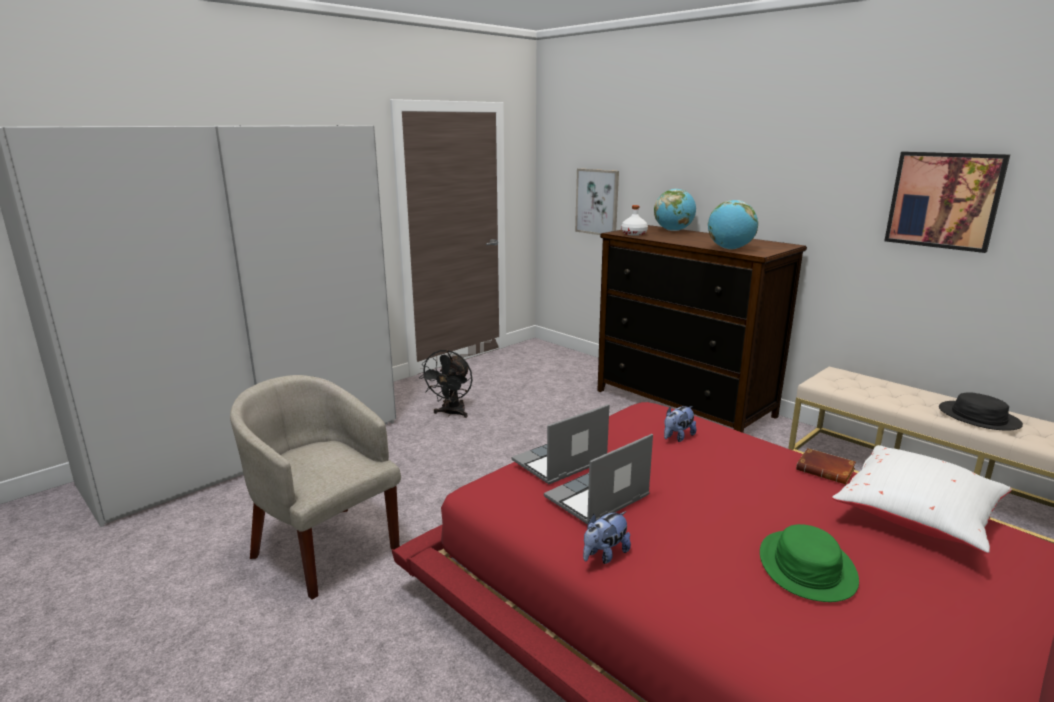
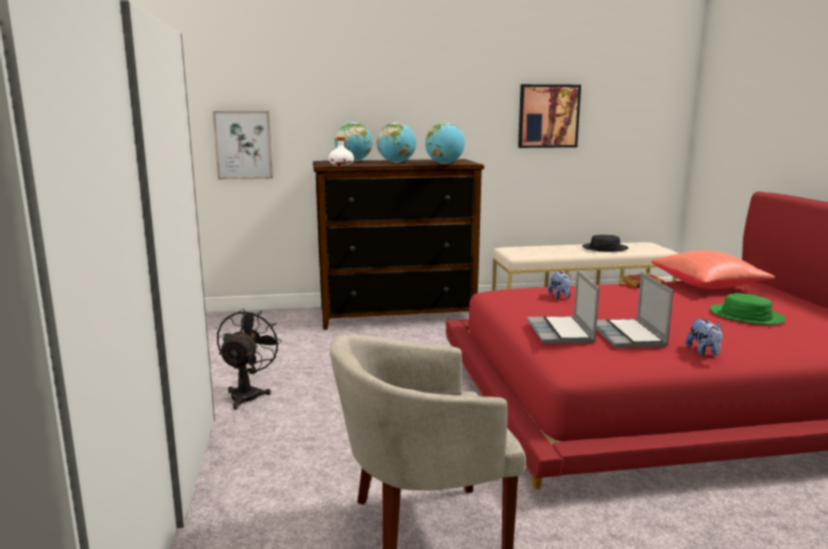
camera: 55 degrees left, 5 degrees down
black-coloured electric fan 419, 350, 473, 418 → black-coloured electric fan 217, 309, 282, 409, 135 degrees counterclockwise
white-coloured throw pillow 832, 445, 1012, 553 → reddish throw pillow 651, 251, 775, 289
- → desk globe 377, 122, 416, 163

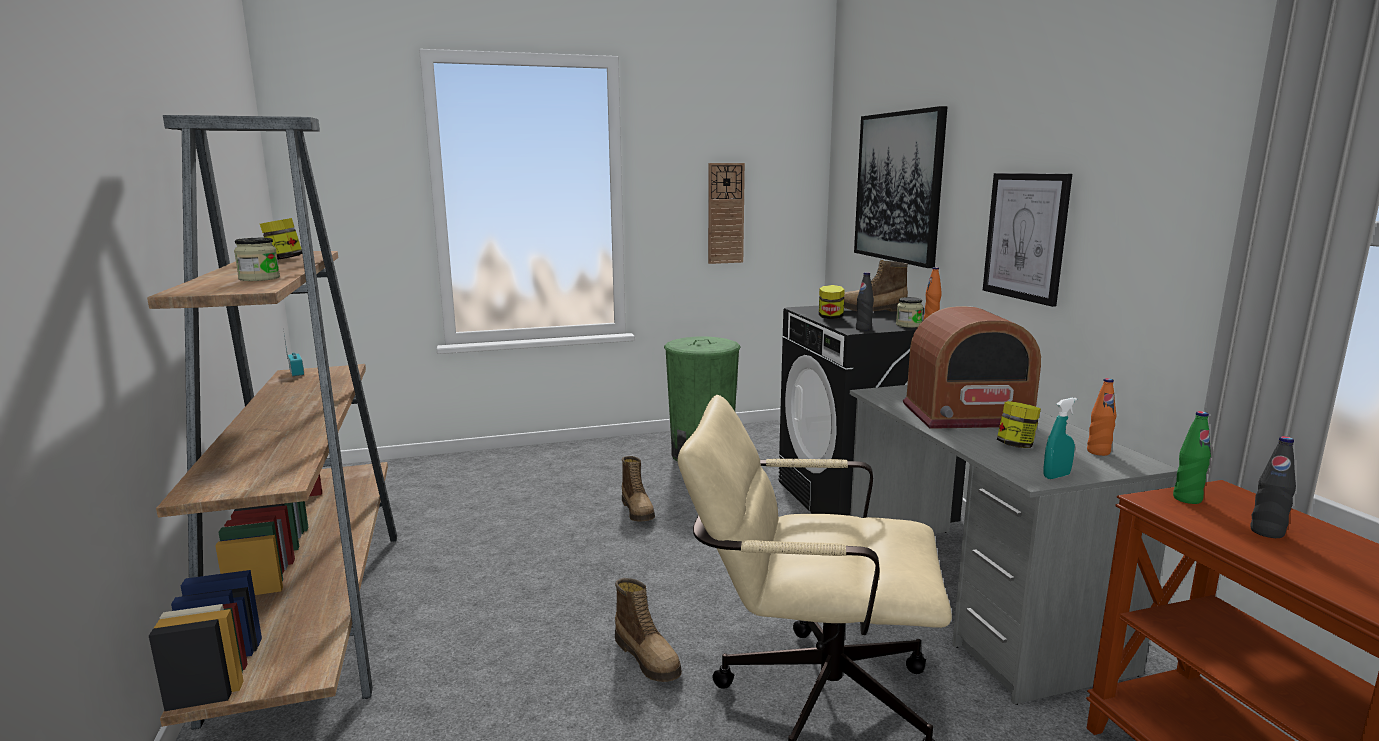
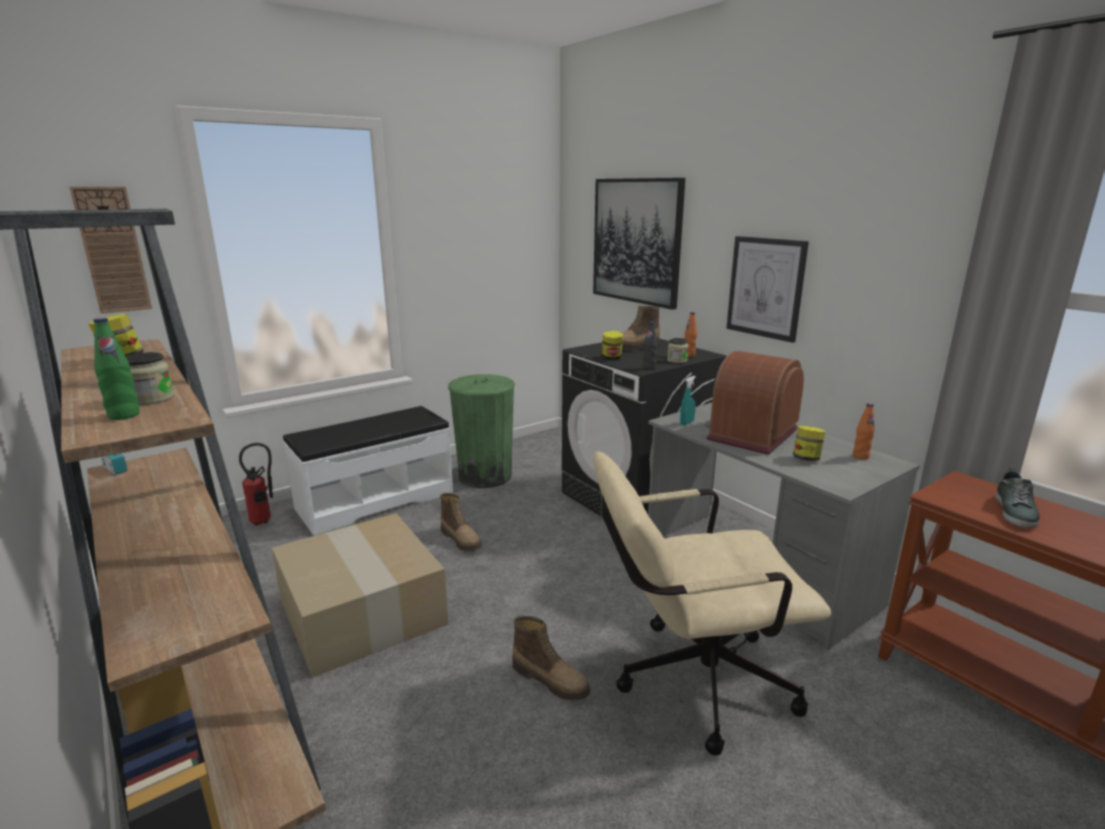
camera: 20 degrees left, 5 degrees up
clock on the wall 708, 163, 745, 264 → clock on the wall 69, 186, 152, 314, move
radio 903, 306, 1041, 429 → radio 705, 351, 804, 455, 150 degrees clockwise
blue-green hand sprayer 1043, 398, 1077, 479 → blue-green hand sprayer 680, 376, 696, 425, move
greenish beverage bottle 1173, 411, 1211, 504 → greenish beverage bottle 93, 318, 140, 420, move
black-coloured beverage bottle 1250, 436, 1296, 538 → low shoe 995, 467, 1040, 528
- → fire-fighting cylinder 239, 443, 273, 526
- → carton 272, 513, 448, 678
- → white-coloured long seat 283, 406, 453, 536

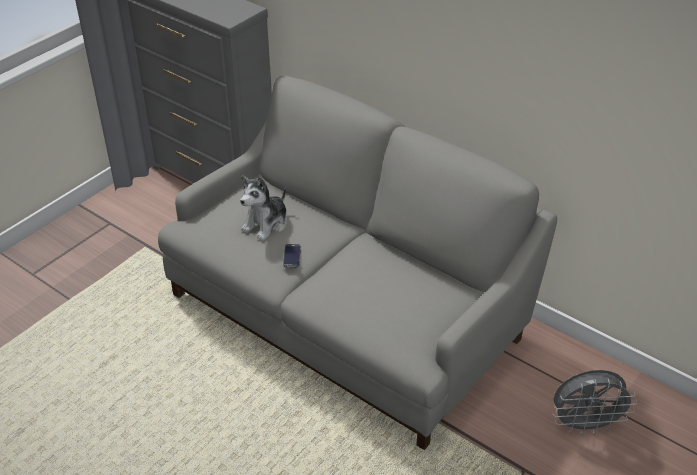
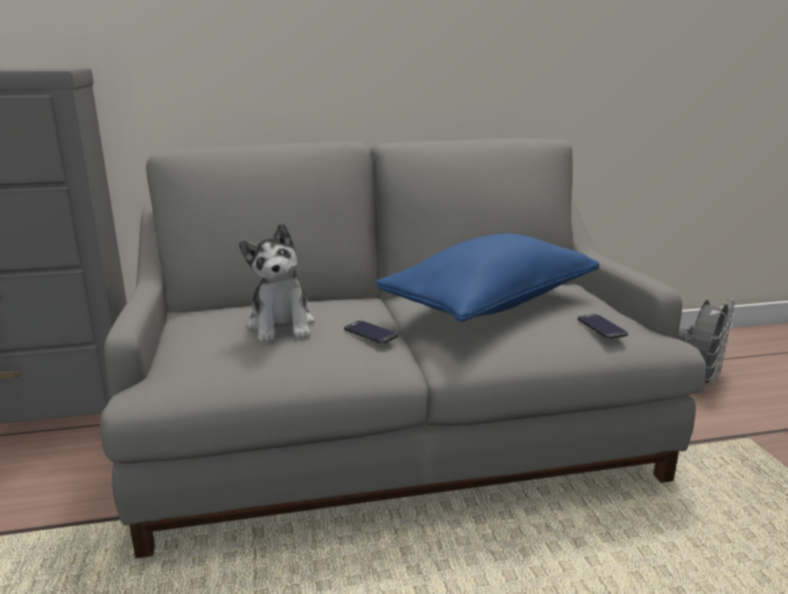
camera: 50 degrees left, 20 degrees down
- → bluish throw pillow 376, 234, 599, 322
- → telephone 578, 314, 628, 339

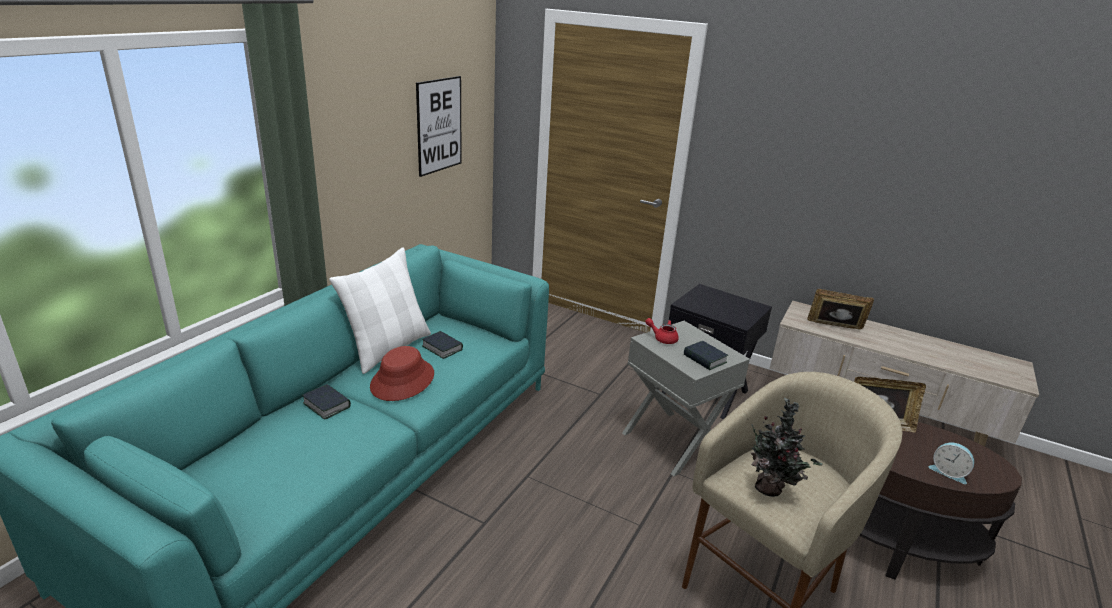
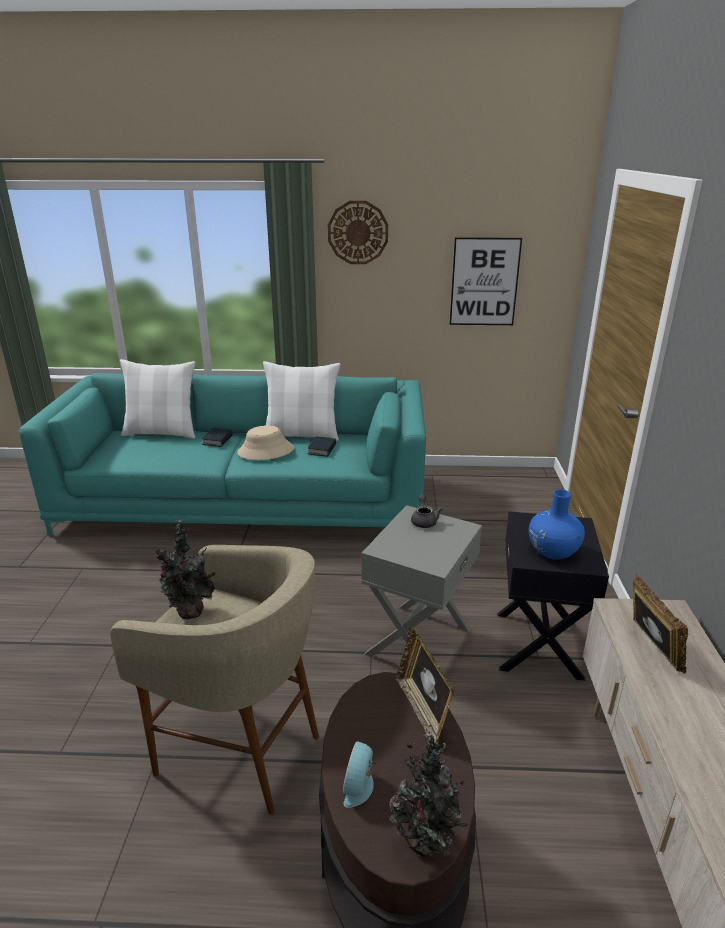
camera: 65 degrees right, 0 degrees up
reddish clothing hat 370, 346, 434, 401 → beige-coloured clothing hat 237, 425, 294, 460
reddish pot for tea 645, 318, 679, 344 → grey pot for tea 411, 494, 443, 528
bound book 684, 341, 728, 370 → -
- → white-coloured throw pillow 120, 359, 196, 439
- → clock on the wall 328, 201, 388, 264
- → potted plant 389, 731, 468, 857
- → bluish vase 529, 489, 585, 560

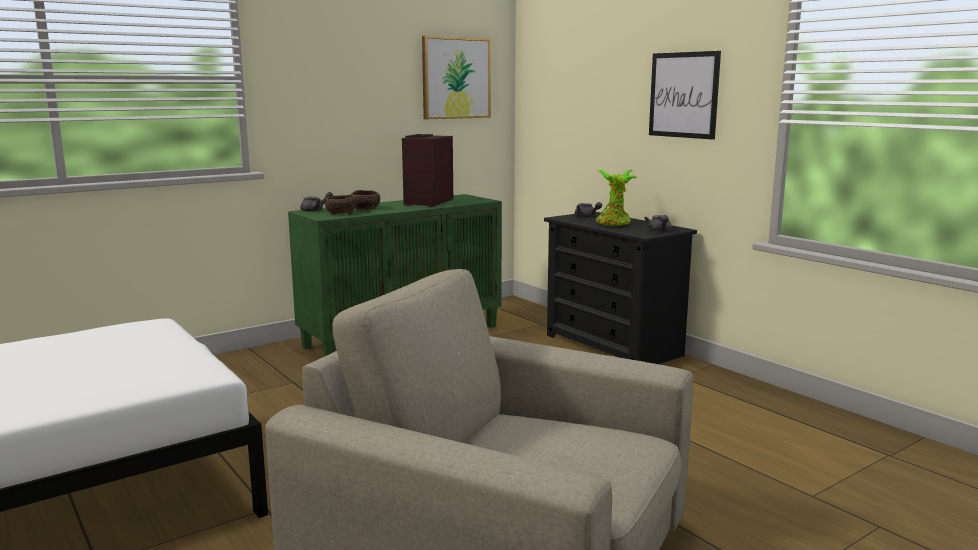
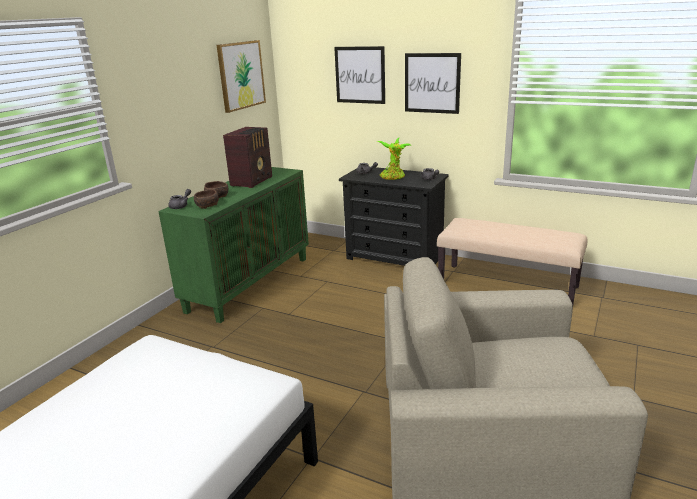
camera: 25 degrees left, 10 degrees up
radio 402, 134, 453, 207 → radio 223, 127, 272, 188, 150 degrees counterclockwise
- → wall picture 334, 46, 385, 104
- → beige-coloured long seat 437, 218, 588, 304

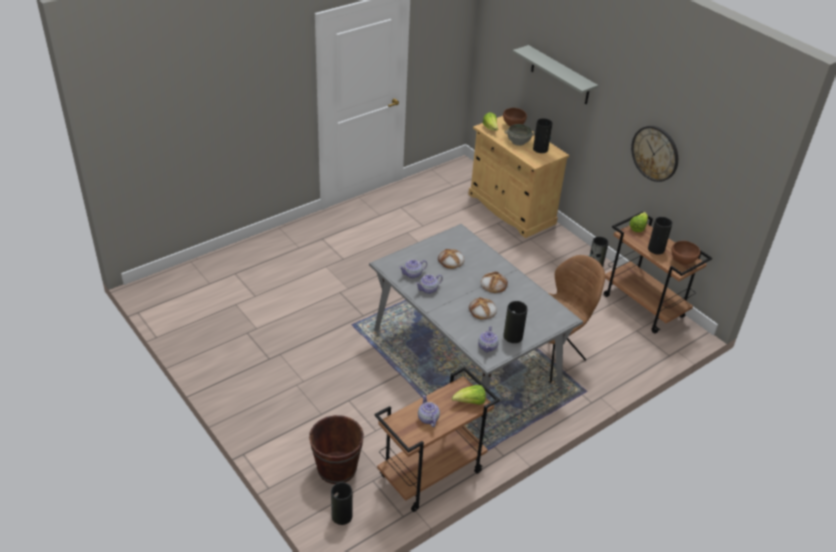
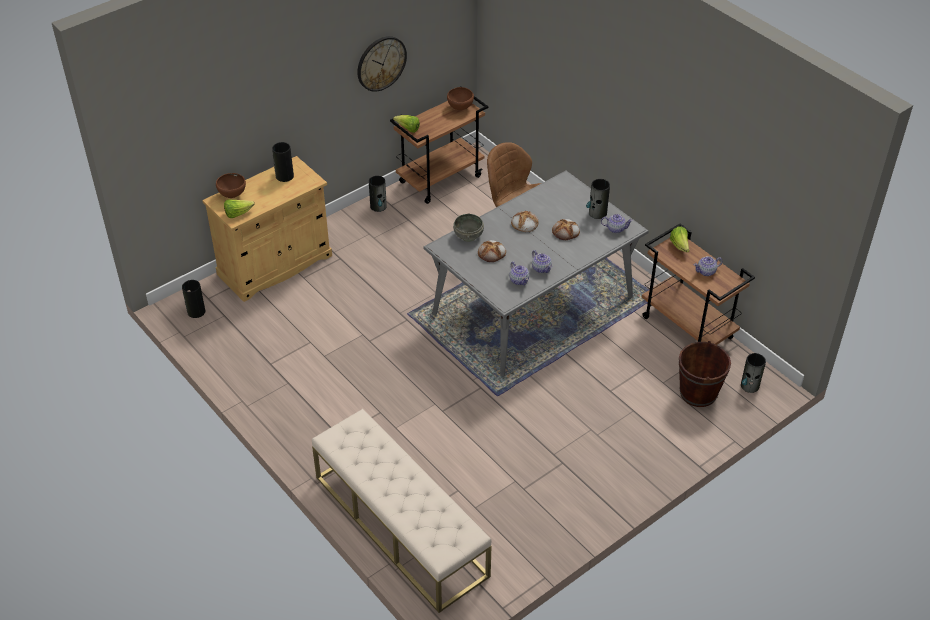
camera: 90 degrees left, 5 degrees up
grey bowl 505, 124, 535, 146 → grey bowl 453, 213, 484, 242, move
grey wall shelf 513, 45, 598, 105 → -
vase 648, 217, 673, 254 → vase 182, 280, 205, 318, move
- → beige-coloured long seat 312, 409, 492, 613

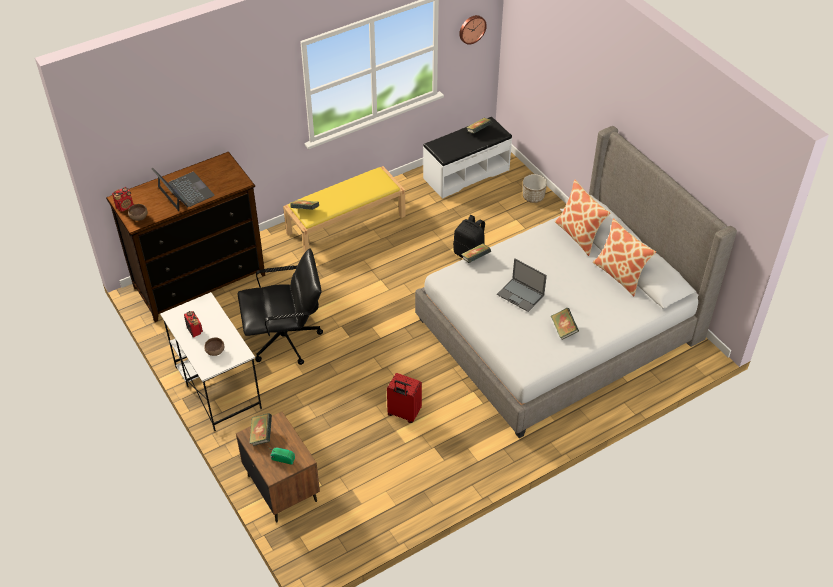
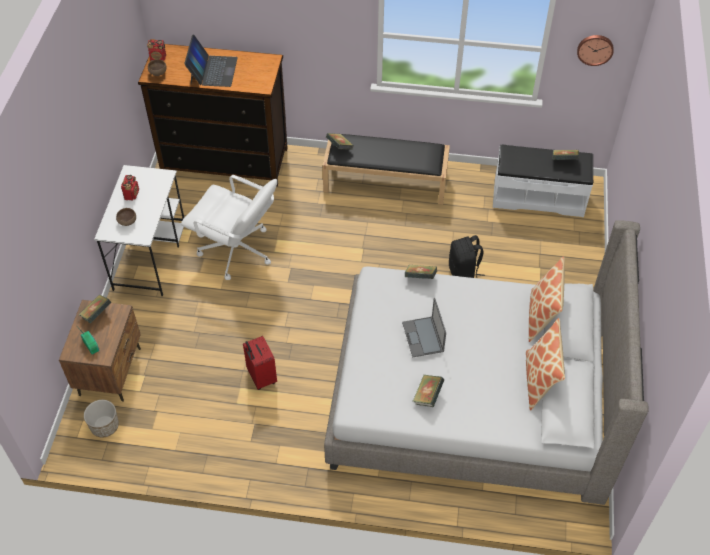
camera: 40 degrees right, 5 degrees up
black-coloured office chair 238, 248, 323, 365 → white-coloured office chair 181, 175, 277, 280
yellowish long seat 283, 166, 405, 253 → black-coloured long seat 322, 134, 450, 205
plant pot 523, 174, 547, 203 → plant pot 84, 400, 119, 438, move

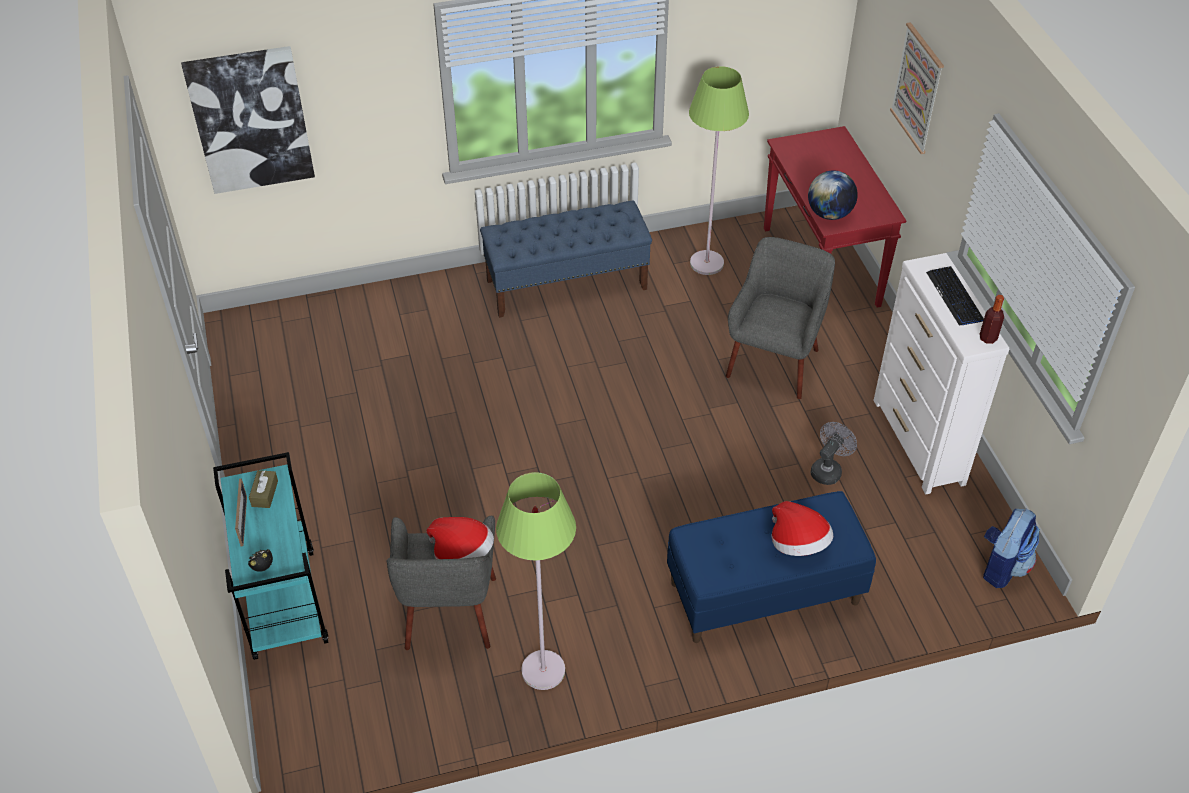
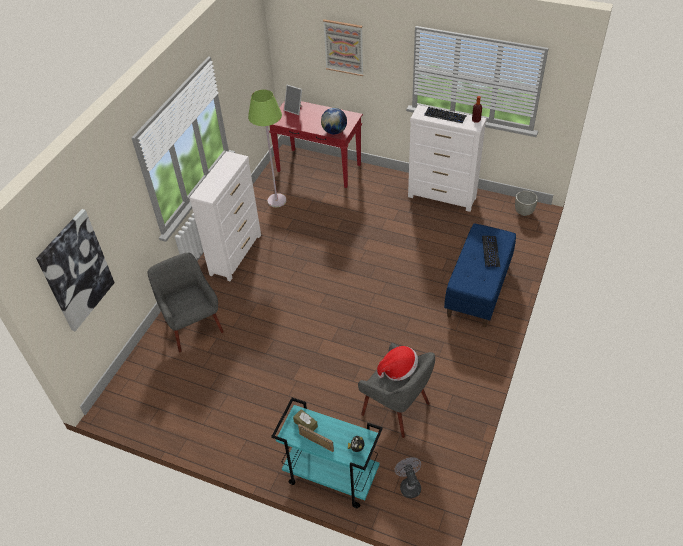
camera: 50 degrees left, 0 degrees up
bluish long seat 480, 201, 652, 318 → white-coloured drawer chest 189, 151, 261, 281
greenish standing lamp 496, 472, 576, 690 → -
grey easy chair 726, 237, 835, 399 → grey easy chair 147, 253, 224, 353, move
clothing hat 772, 501, 833, 556 → computer keyboard 482, 236, 500, 267
grey electric fan 811, 422, 857, 485 → grey electric fan 394, 457, 421, 498, move
knapsack 983, 508, 1040, 588 → grey plant pot 515, 191, 538, 216
- → picture frame 284, 85, 302, 115

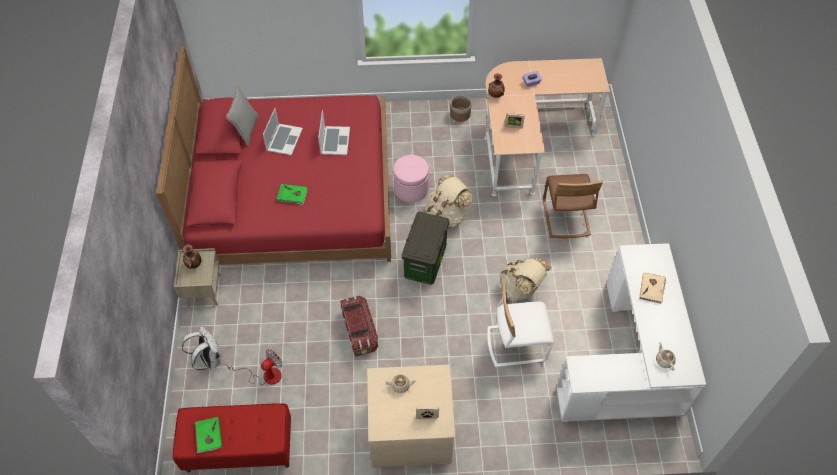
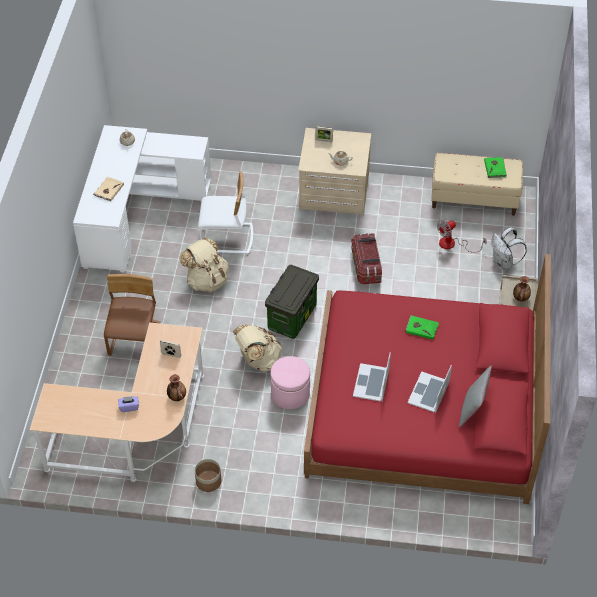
camera: 170 degrees left, 5 degrees down
reddish long seat 173, 403, 291, 472 → beige-coloured long seat 431, 153, 523, 216

